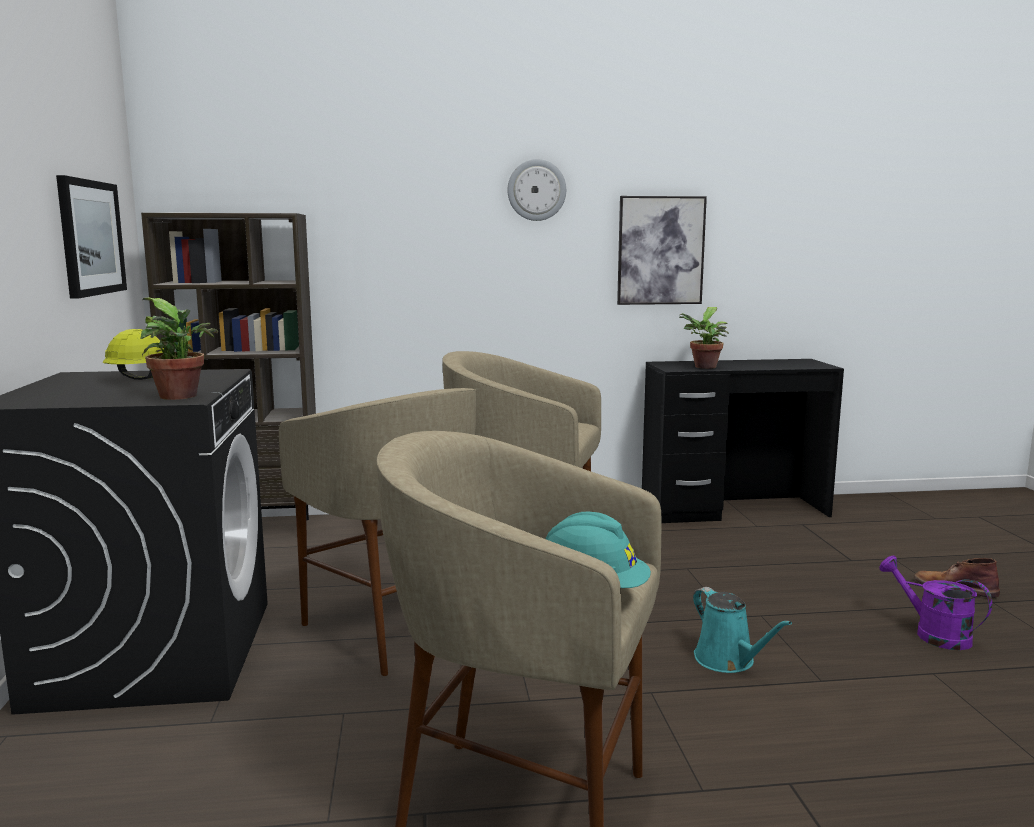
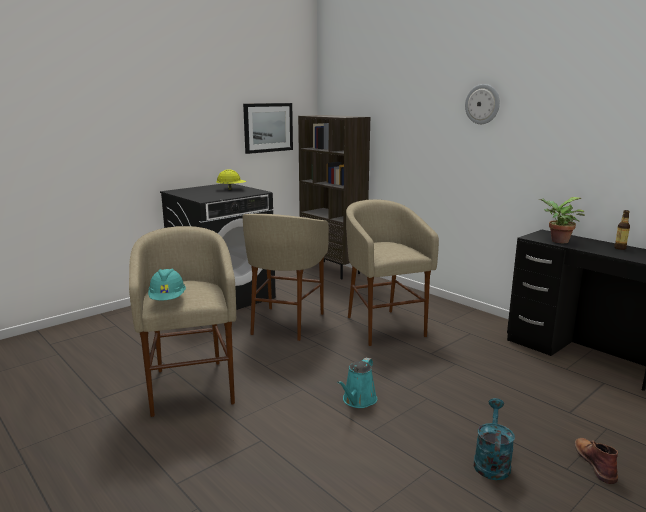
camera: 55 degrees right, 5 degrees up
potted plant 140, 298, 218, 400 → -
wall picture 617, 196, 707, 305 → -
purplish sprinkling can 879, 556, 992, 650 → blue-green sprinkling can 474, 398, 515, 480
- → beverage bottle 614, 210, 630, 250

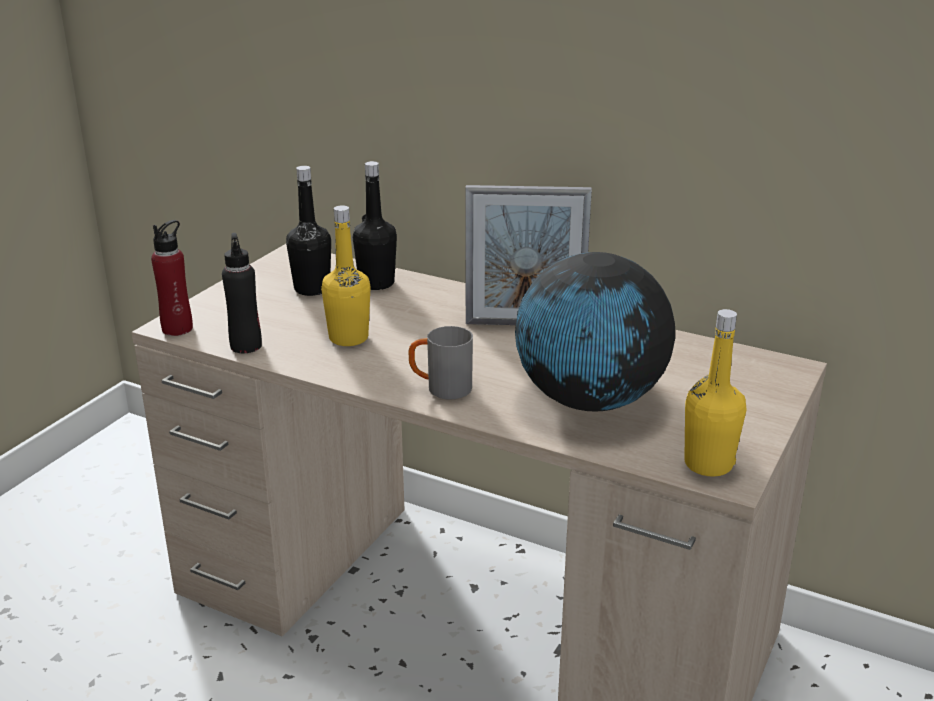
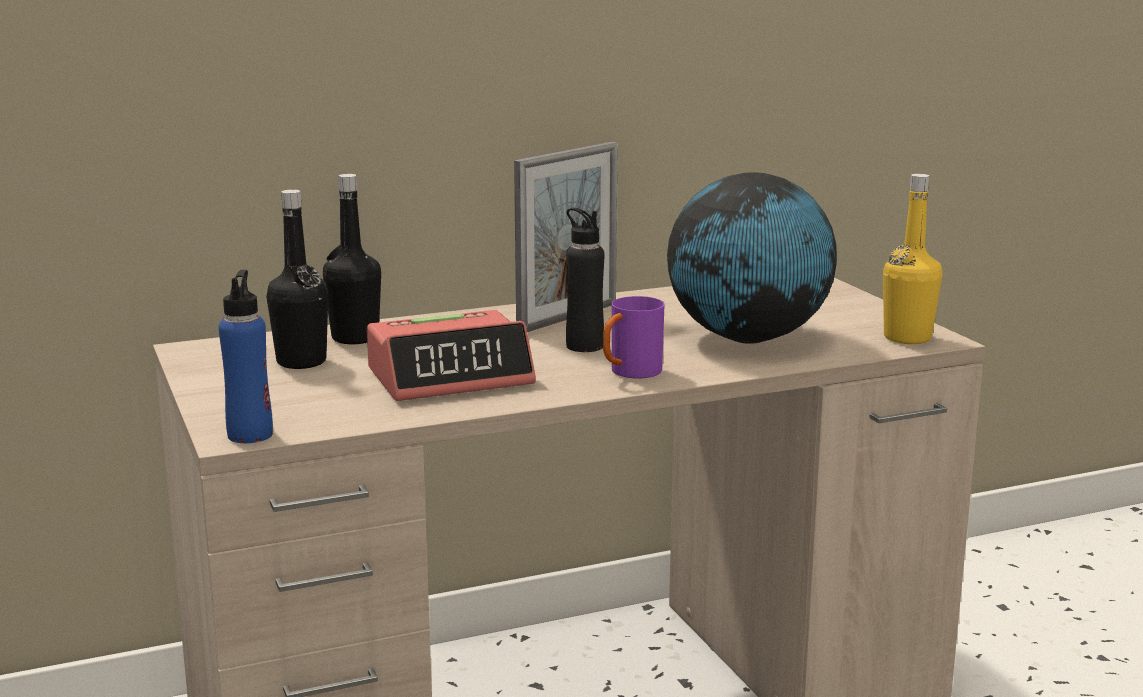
camera: 50 degrees left, 10 degrees down
reddish beverage bottle 151, 220, 193, 336 → bluish beverage bottle 219, 270, 273, 443
black-coloured beverage bottle 222, 233, 262, 353 → black-coloured beverage bottle 566, 208, 605, 352, move
yellowish beverage bottle 321, 205, 371, 346 → bedside clock 367, 310, 536, 401
grey coffee mug 409, 326, 473, 399 → purplish coffee mug 603, 296, 665, 378

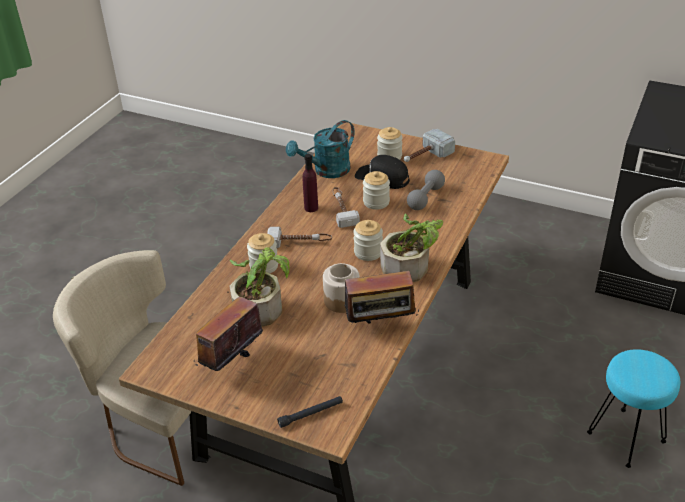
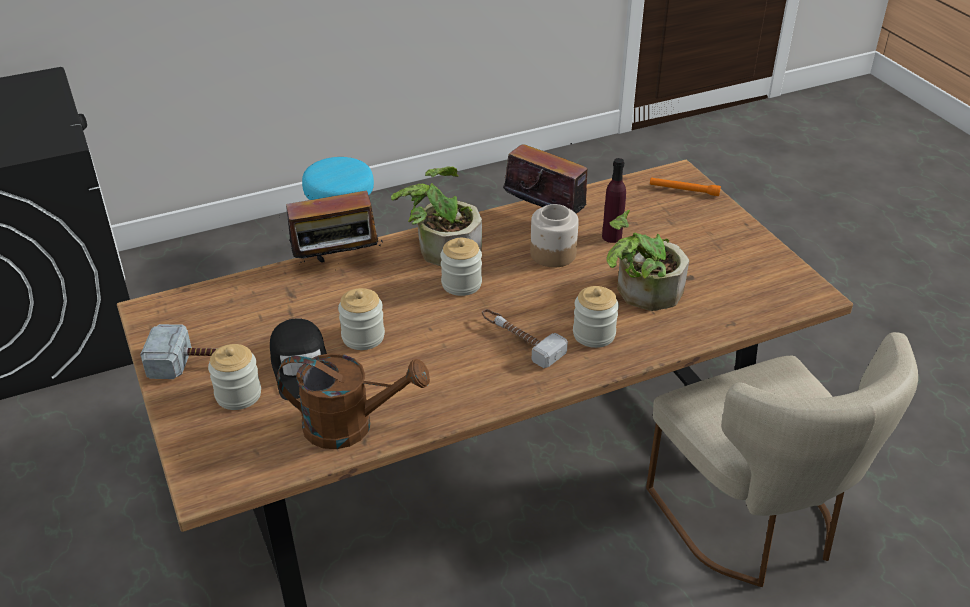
camera: 140 degrees left, 0 degrees up
radio 194, 297, 263, 371 → radio 286, 190, 382, 265, move
black-coloured hand torch 277, 396, 343, 428 → orange-coloured hand torch 650, 178, 721, 196
blue-green sprinkling can 286, 120, 355, 178 → brownish sprinkling can 277, 353, 430, 449
purplish beverage bottle 303, 154, 318, 212 → purplish beverage bottle 602, 158, 626, 243, move
hammer 332, 187, 360, 228 → -
grey free weight 407, 170, 445, 210 → -

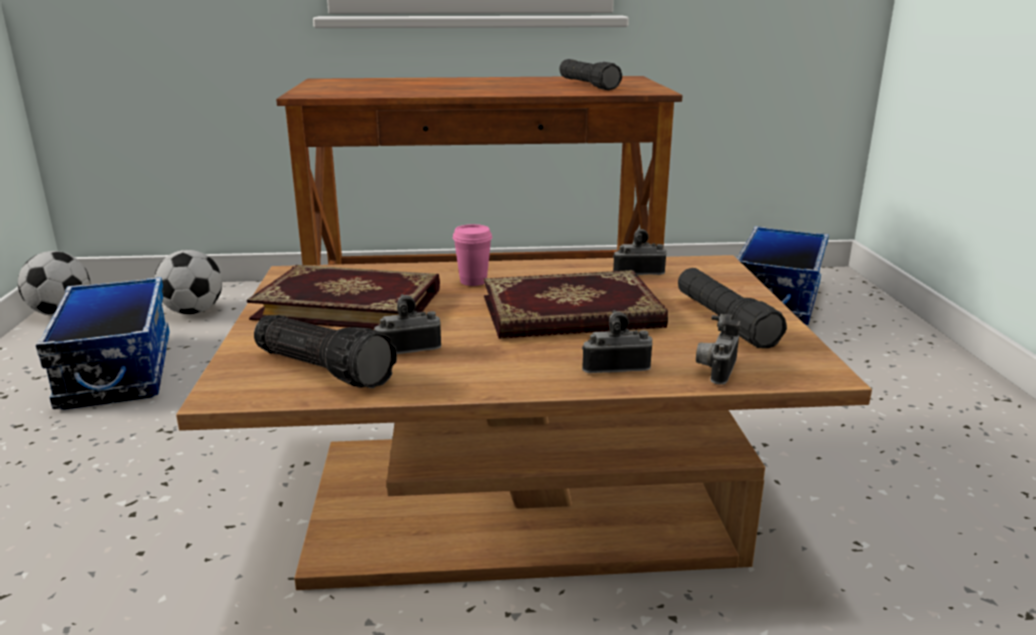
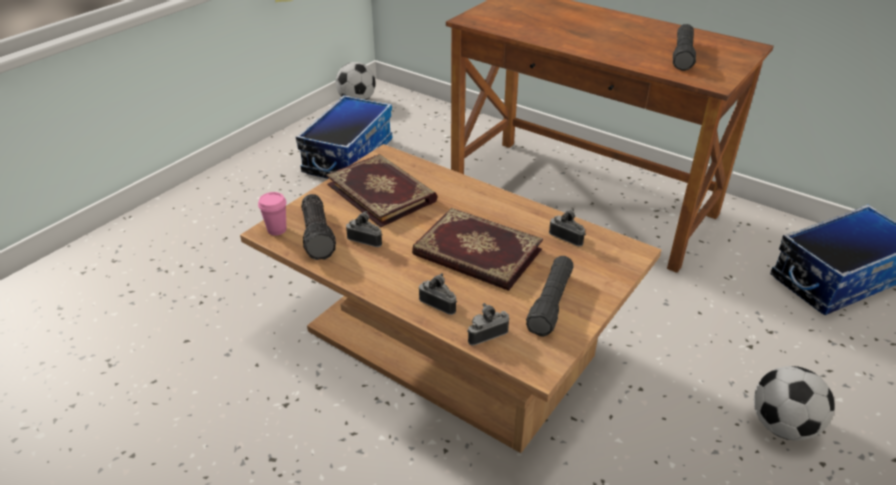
camera: 40 degrees right, 15 degrees up
football 154, 250, 222, 314 → football 754, 366, 835, 441, move
pinkish drinking cup 453, 224, 492, 286 → pinkish drinking cup 258, 192, 287, 236, move

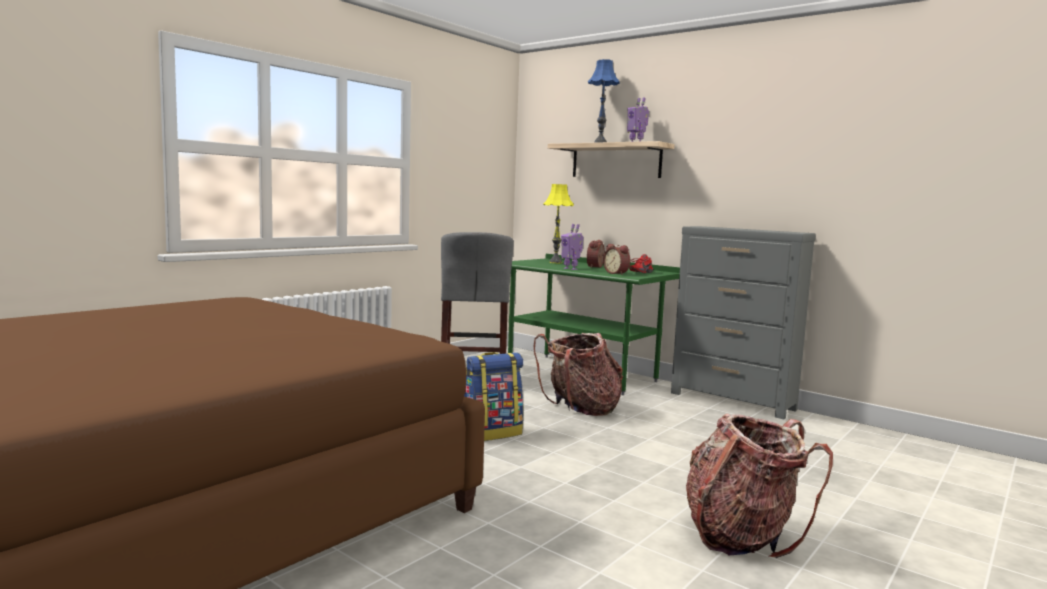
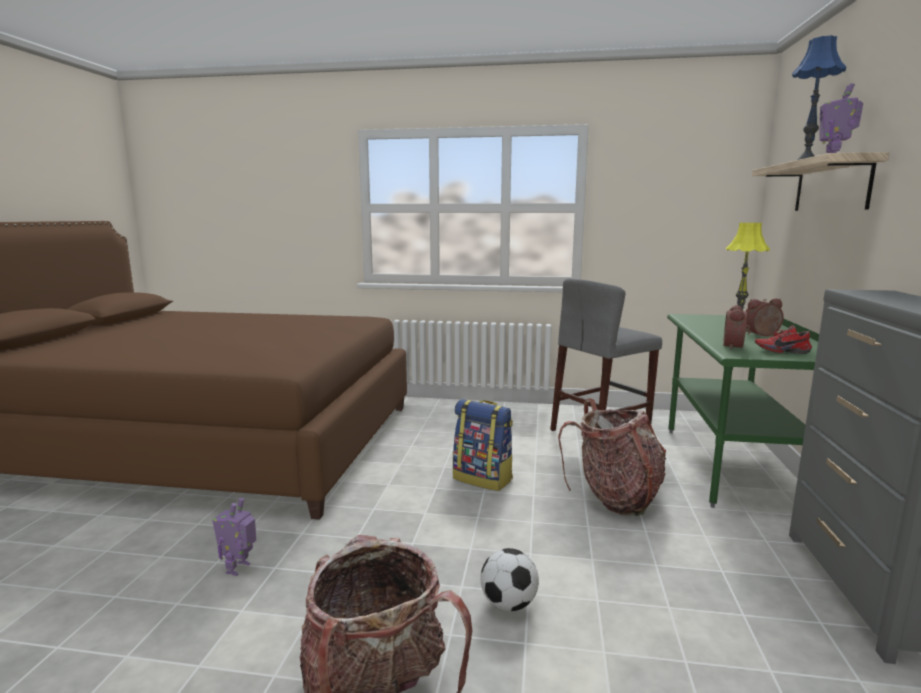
camera: 60 degrees right, 5 degrees up
toy robot 561, 224, 583, 270 → toy robot 212, 498, 256, 576, move
- → football 481, 548, 539, 611

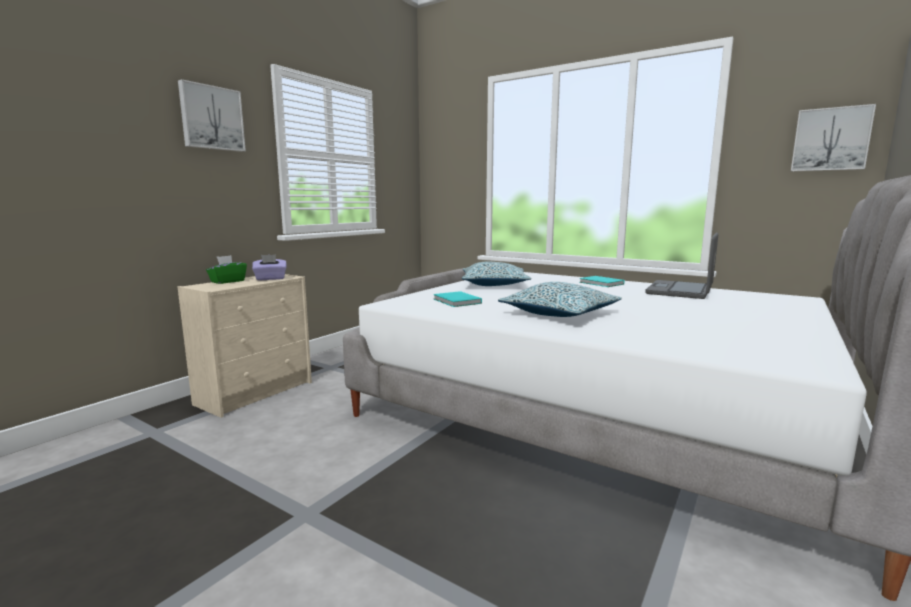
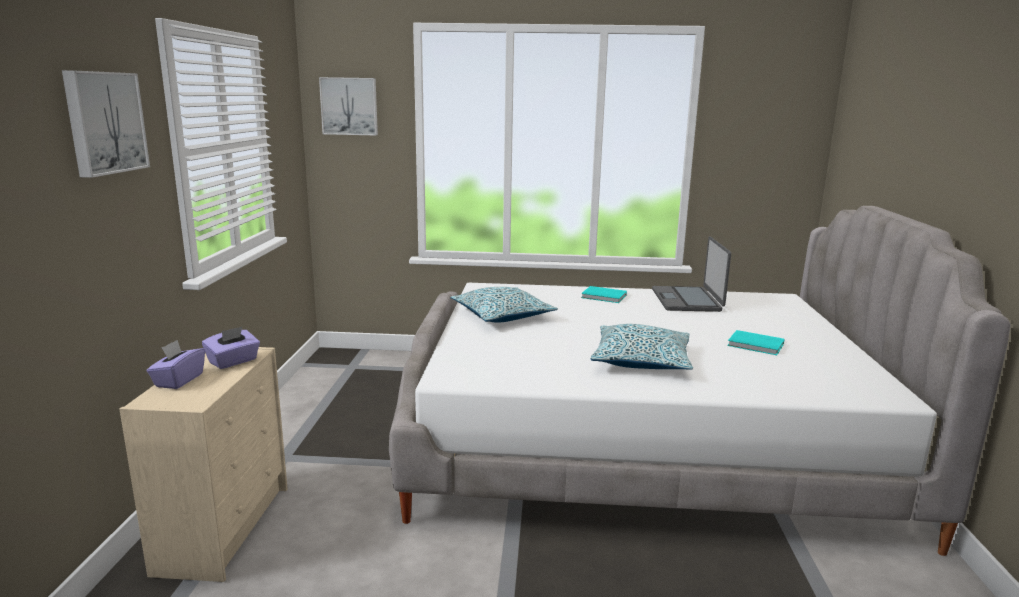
camera: 30 degrees left, 5 degrees up
greenish tissue box 206, 255, 247, 284 → purplish tissue box 147, 340, 205, 389
blue-green bound book 433, 291, 482, 307 → blue-green bound book 727, 330, 785, 355, move
wall picture 791, 104, 876, 171 → wall picture 319, 77, 378, 136, move

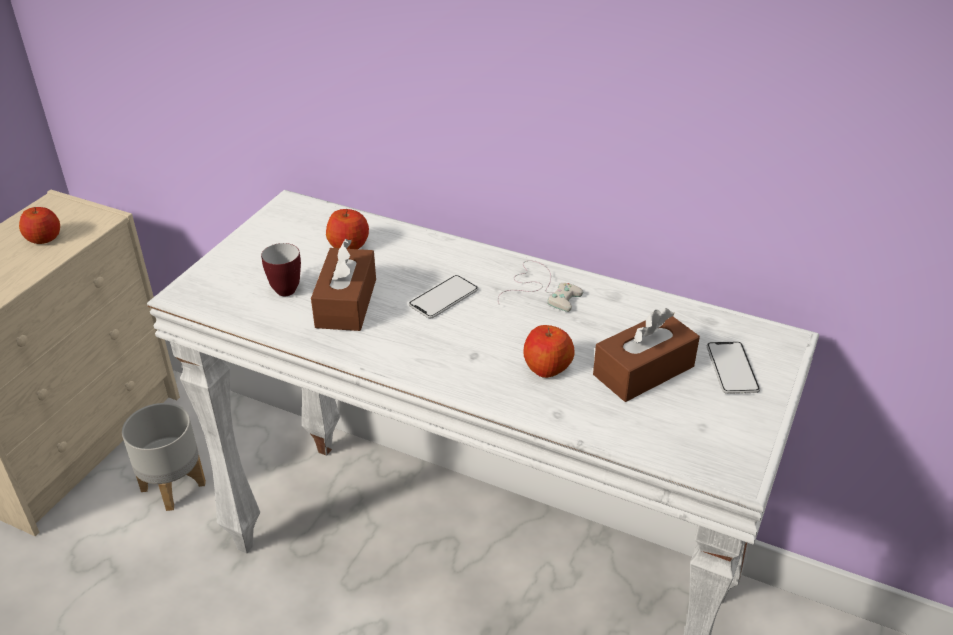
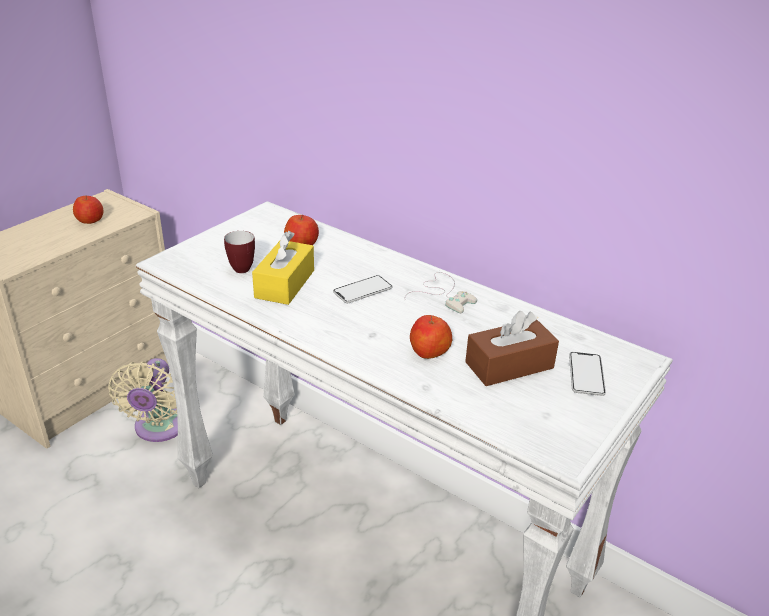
camera: 10 degrees right, 5 degrees down
grey plant pot 122, 403, 206, 511 → beige-coloured electric fan 108, 358, 178, 442
brownish tissue box 311, 239, 376, 331 → yellowish tissue box 252, 231, 314, 305

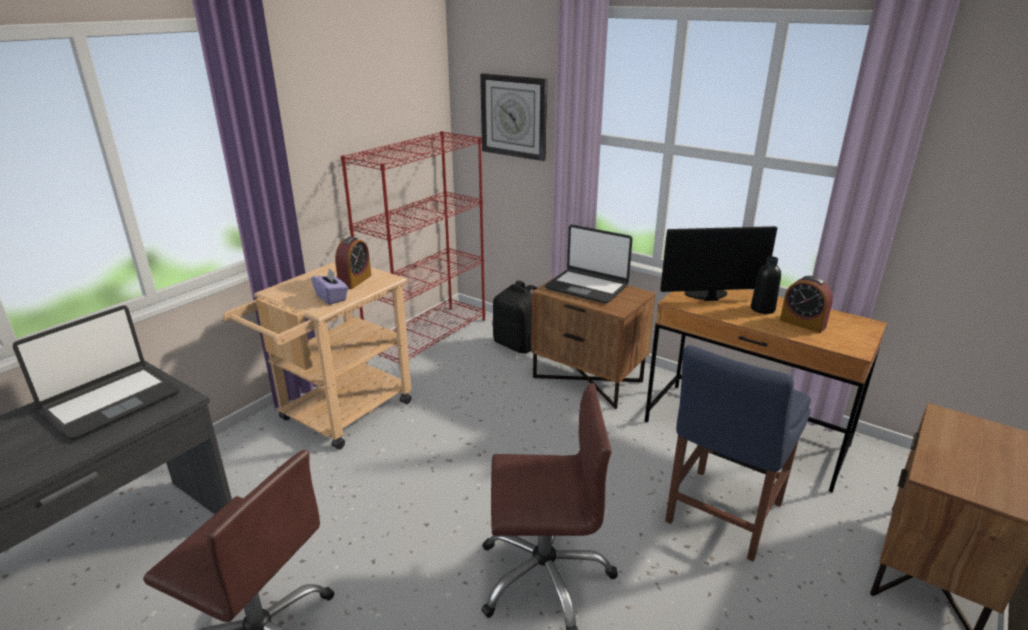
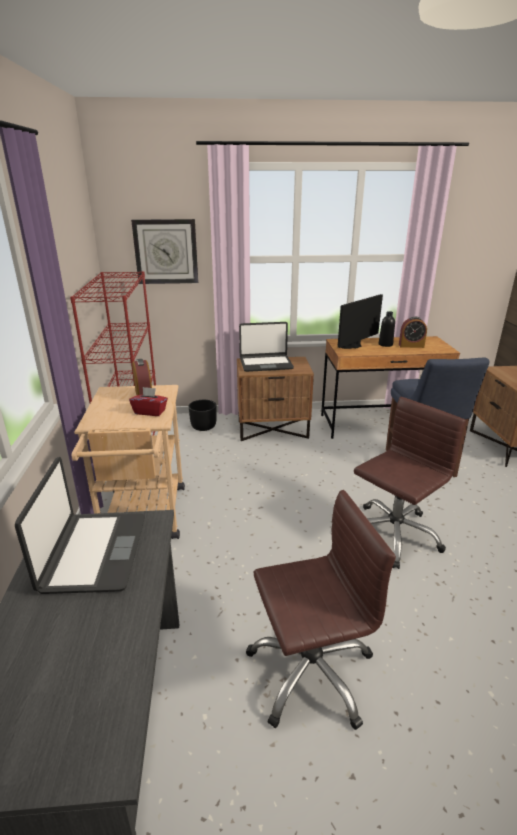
camera: 40 degrees left, 0 degrees up
purplish tissue box 311, 269, 348, 305 → reddish tissue box 129, 387, 168, 416
black-coloured knapsack 492, 281, 537, 354 → black-coloured plant pot 189, 400, 217, 431

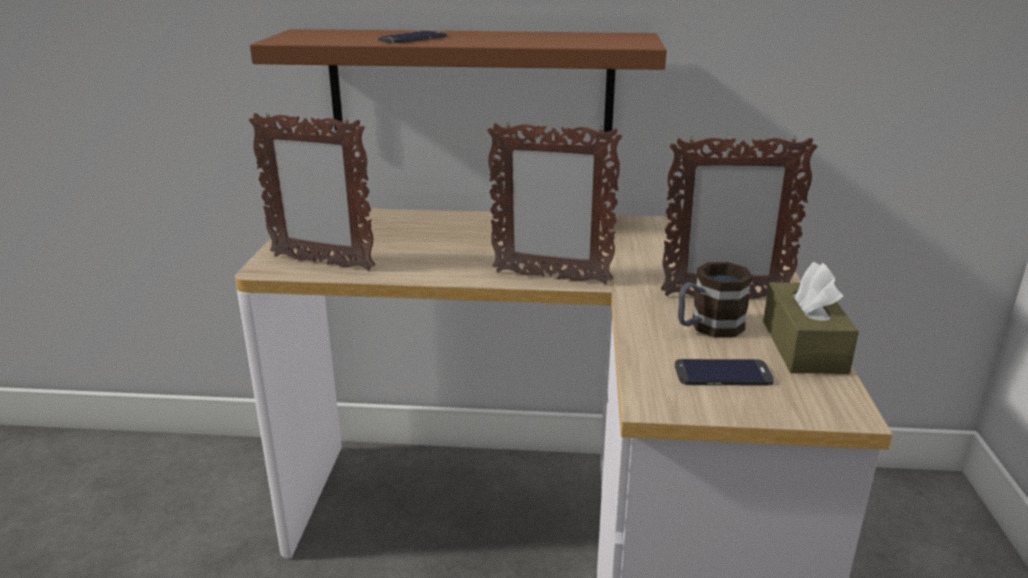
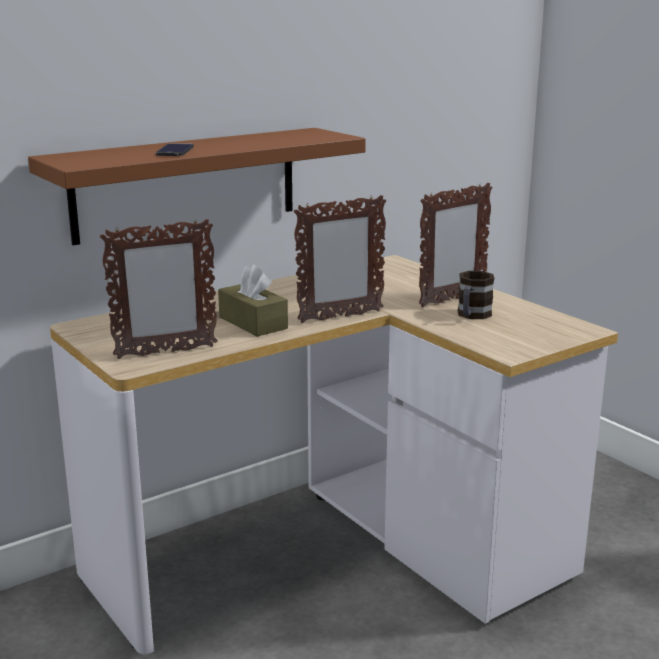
camera: 40 degrees left, 5 degrees down
telephone 675, 359, 774, 386 → -
brownish tissue box 763, 262, 859, 374 → brownish tissue box 218, 265, 288, 336, move

